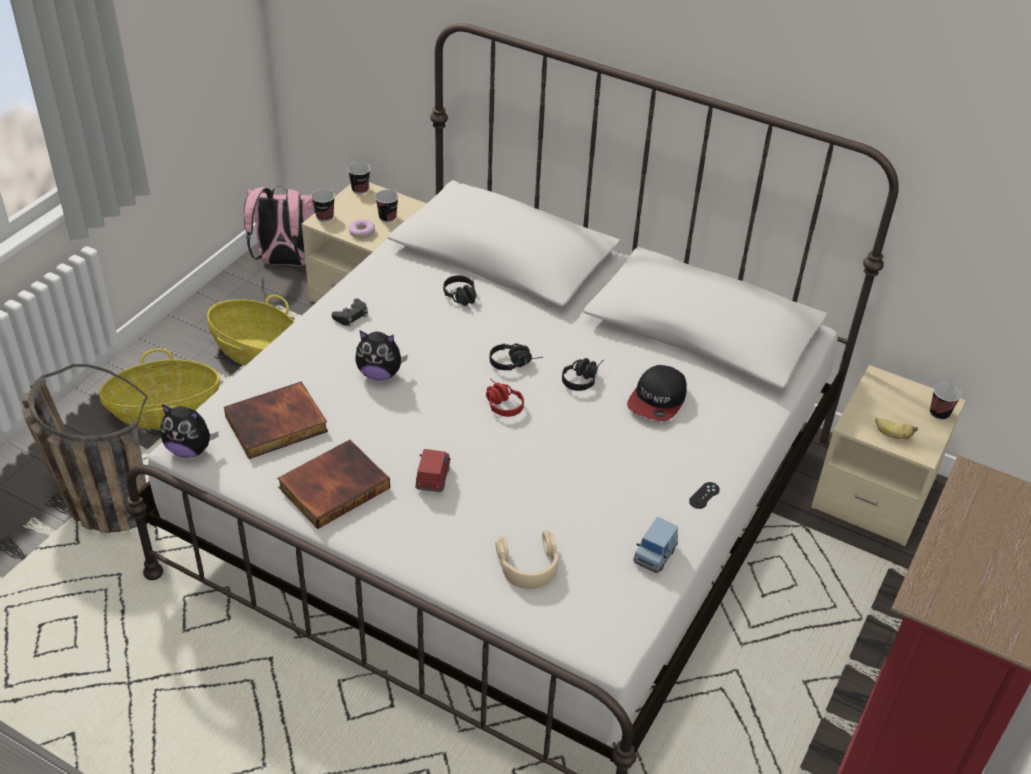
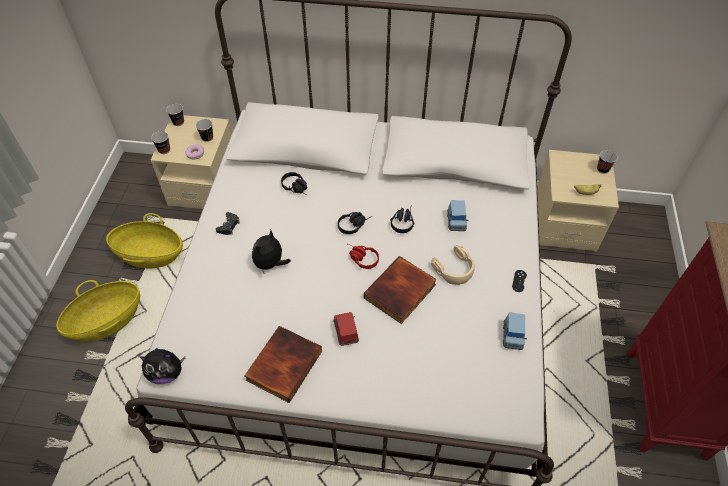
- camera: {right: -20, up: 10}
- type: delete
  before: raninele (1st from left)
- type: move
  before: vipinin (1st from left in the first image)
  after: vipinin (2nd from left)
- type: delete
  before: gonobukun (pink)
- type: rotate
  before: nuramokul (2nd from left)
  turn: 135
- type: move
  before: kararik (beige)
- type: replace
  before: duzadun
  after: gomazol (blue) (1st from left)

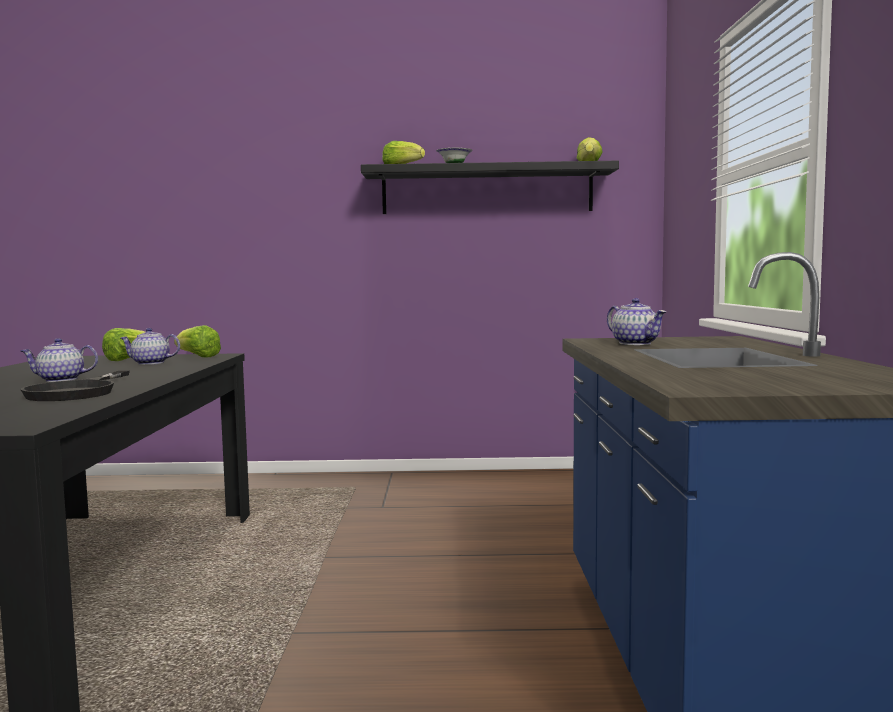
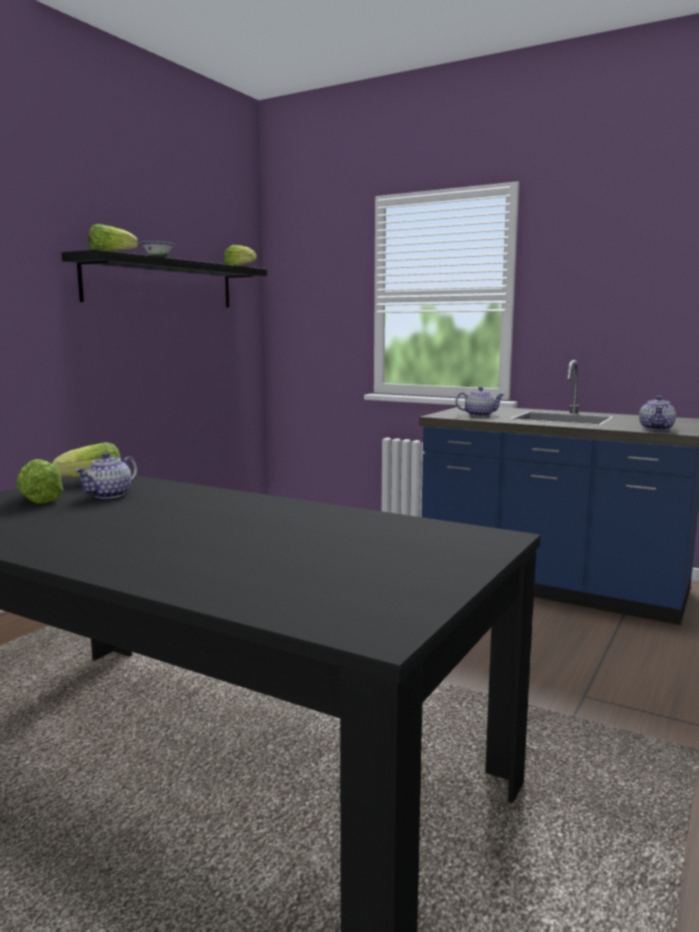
- camera: {right: -60, up: 5}
- type: move
  before: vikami (1st from left in the first image)
  after: vikami (3rd from left)
- type: delete
  before: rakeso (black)

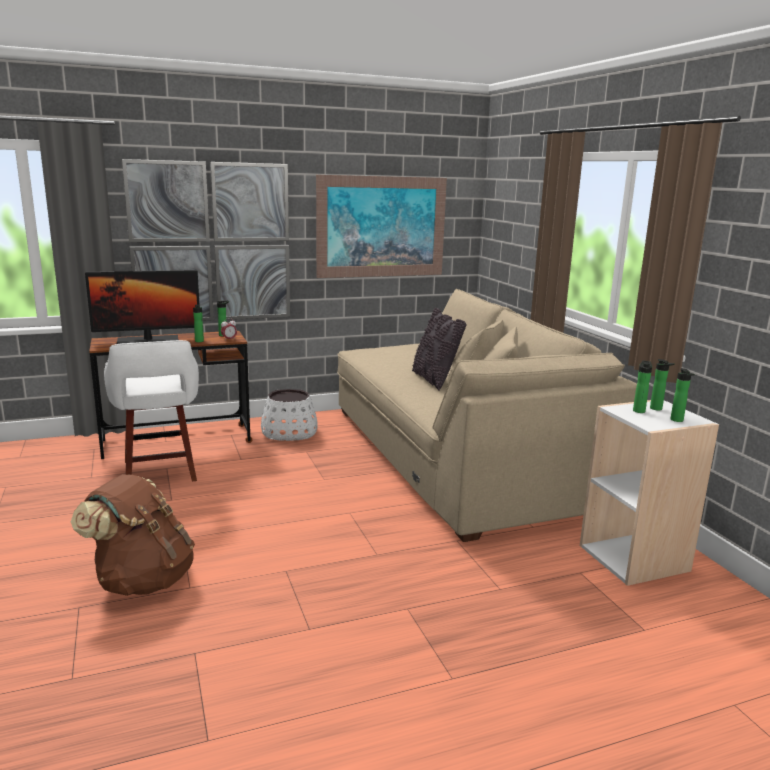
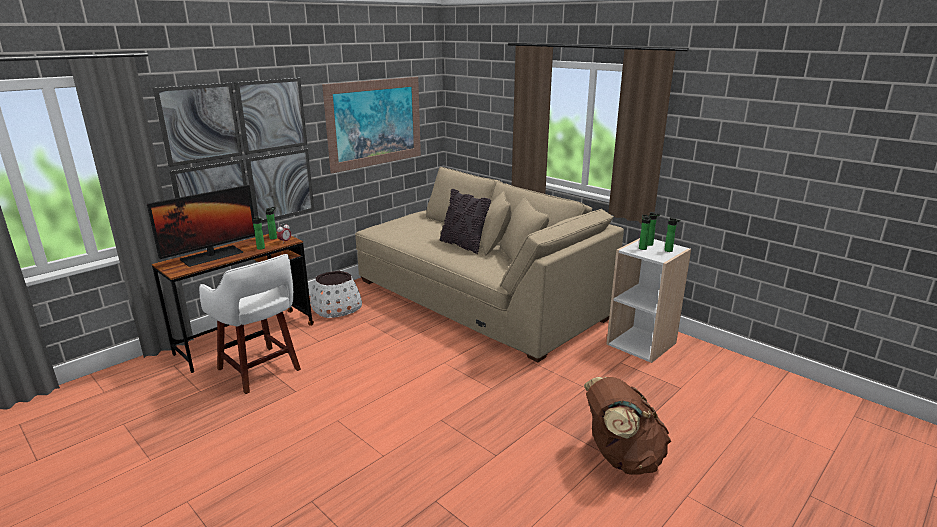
- camera: {right: -25, up: 5}
- type: move
  before: gonobukun (brown)

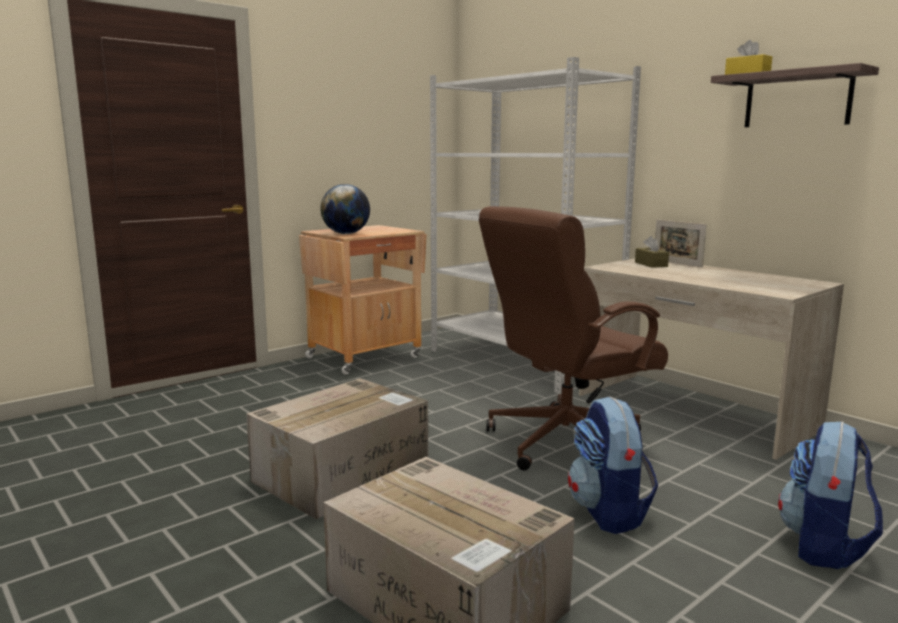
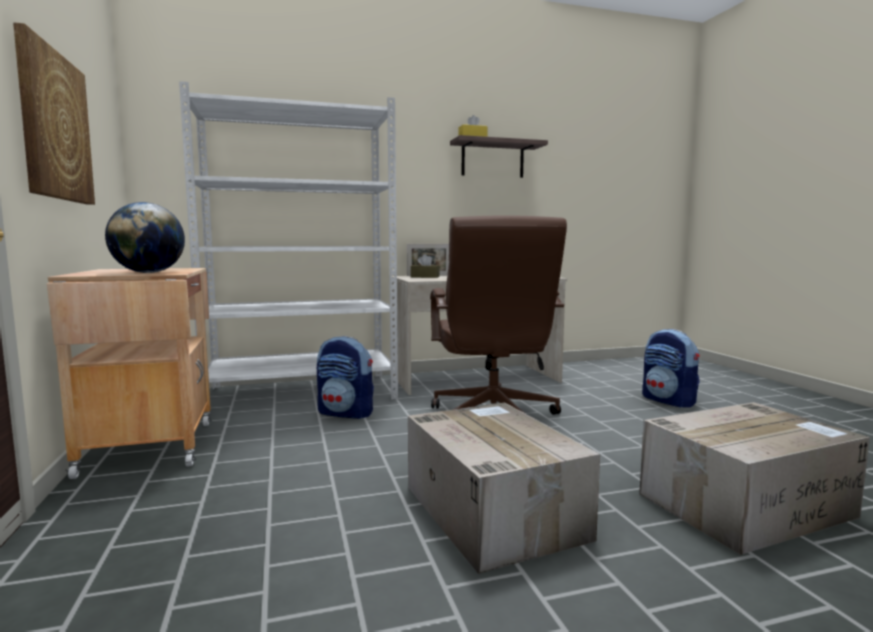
- camera: {right: -65, up: -5}
- type: move
  before: gonobukun (1st from left)
- type: insert
  after: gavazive

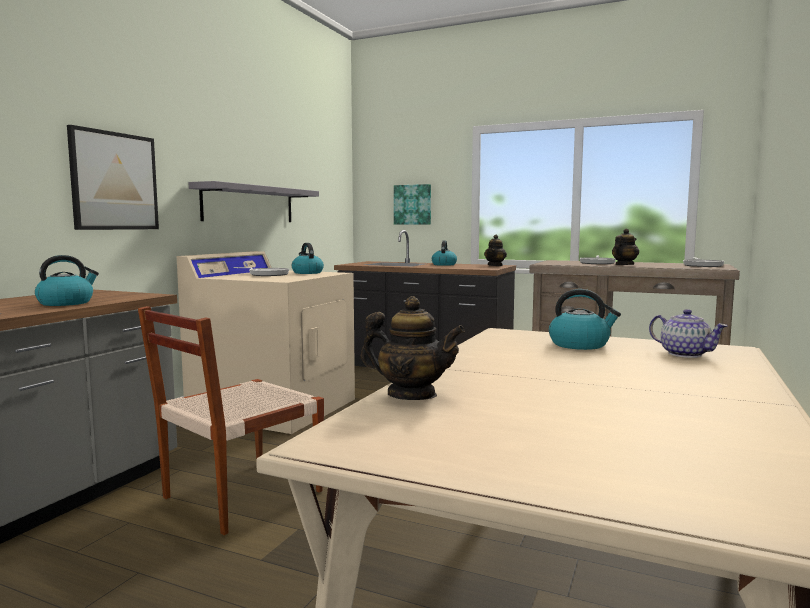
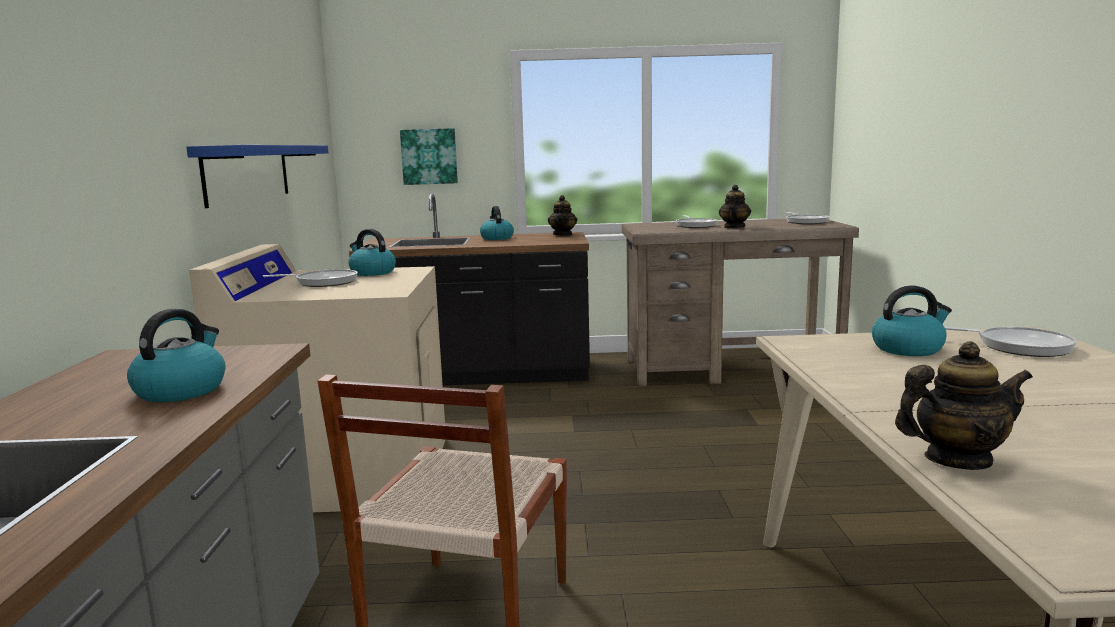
- camera: {right: -25, up: 5}
- type: delete
  before: gavazive (1st from left)
- type: recolor
  before: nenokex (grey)
  after: nenokex (blue)
- type: replace
  before: vikami (4th from left)
  after: rakeso (4th from left)

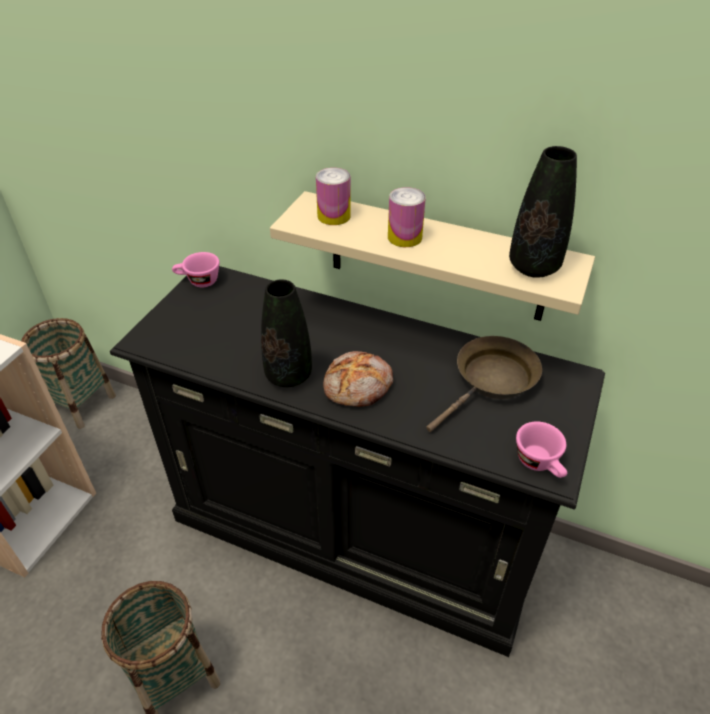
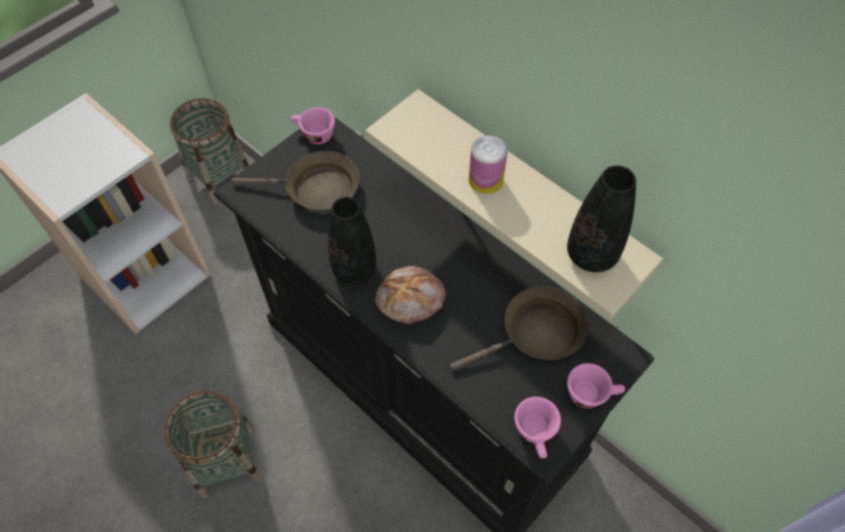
- camera: {right: 20, up: 15}
- type: delete
  before: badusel (1st from left)
- type: insert
  after: rakeso (brown) (1st from left)
- type: insert
  after: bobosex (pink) (3rd from left)

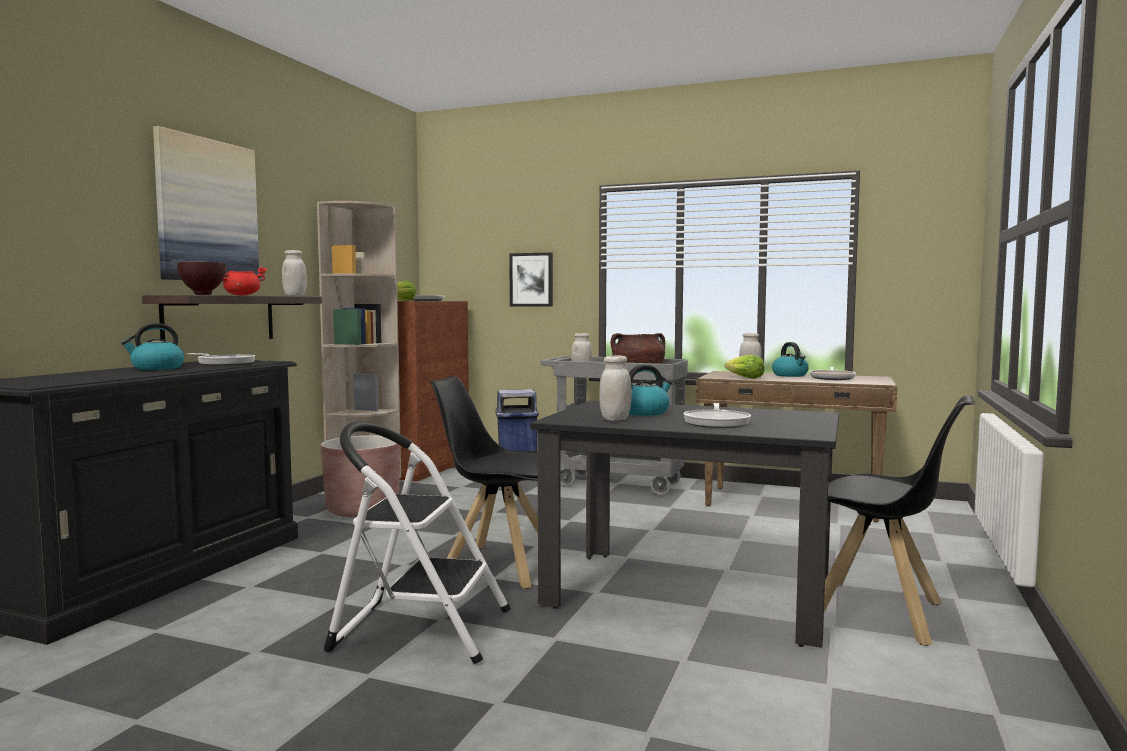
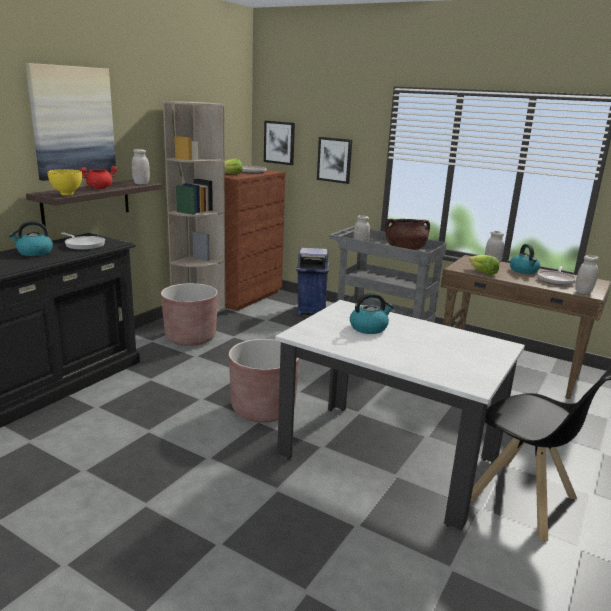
- camera: {right: 10, up: 15}
- type: recolor
  before: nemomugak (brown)
  after: nemomugak (yellow)
- type: delete
  before: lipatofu
- type: replace
  before: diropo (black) (1st from left)
  after: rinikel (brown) (2nd from left)
- type: recolor
  before: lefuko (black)
  after: lefuko (white)
- type: move
  before: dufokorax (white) (3rd from left in the first image)
  after: dufokorax (white) (4th from left)
- type: delete
  before: rakeso (3rd from left)
- type: insert
  after: gavazive (2nd from left)

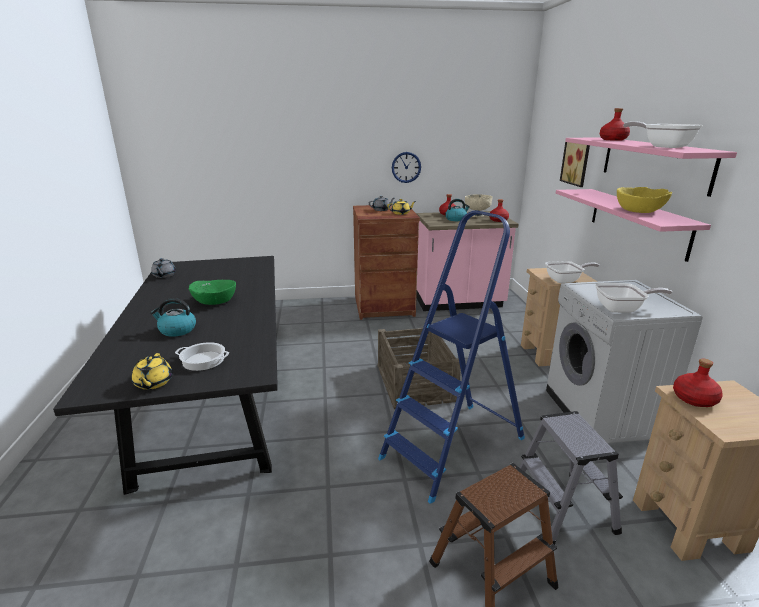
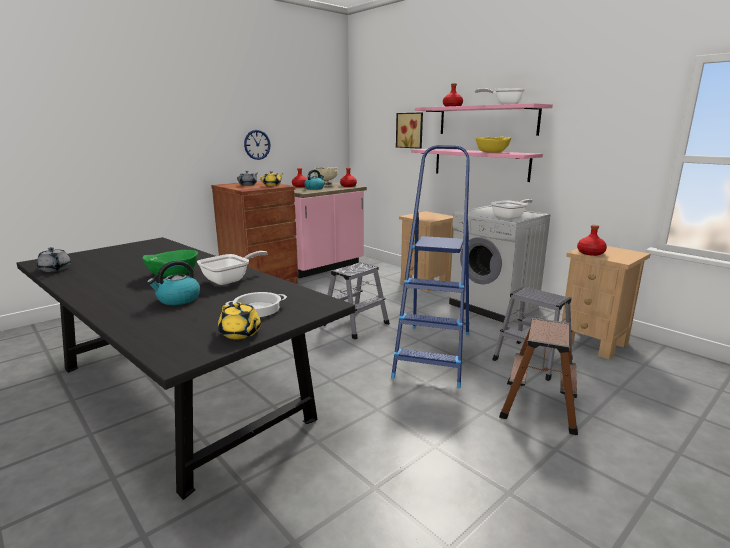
- camera: {right: -35, up: -5}
- type: replace
  before: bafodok
  after: lipatofu (grey) (1st from left)
- type: move
  before: rakeso (1st from left)

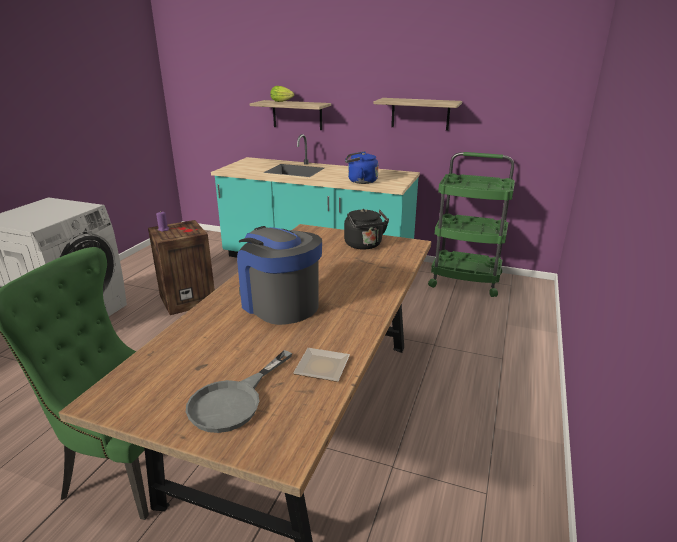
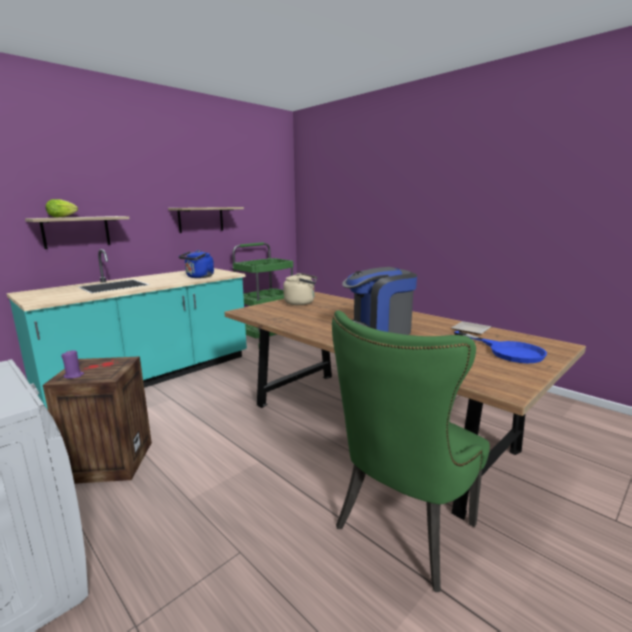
- camera: {right: -65, up: -10}
- type: recolor
  before: rakeso (grey)
  after: rakeso (blue)
- type: recolor
  before: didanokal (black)
  after: didanokal (beige)

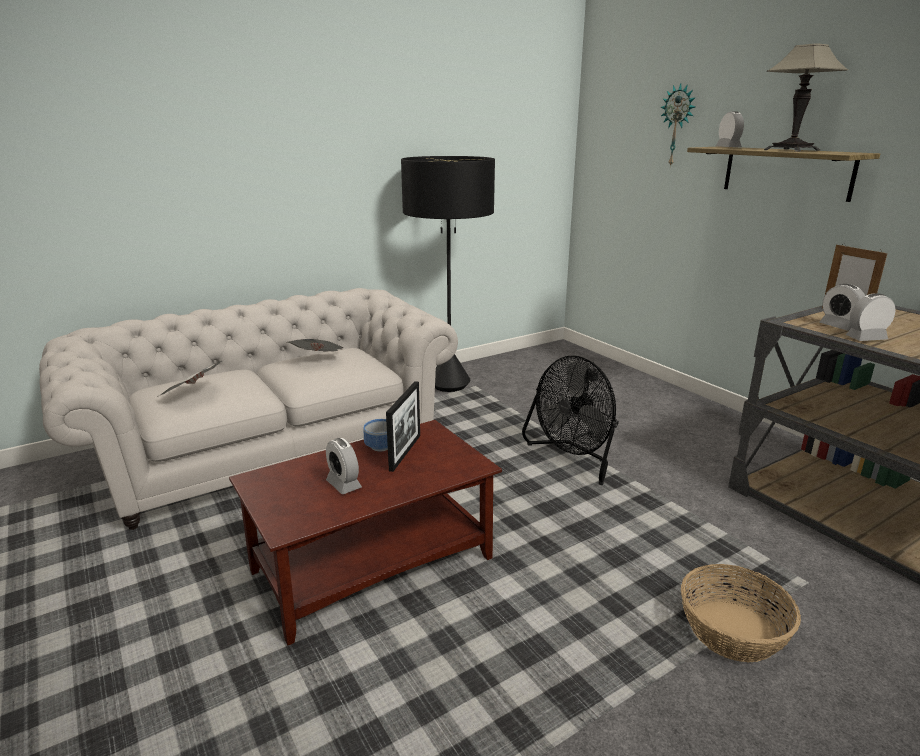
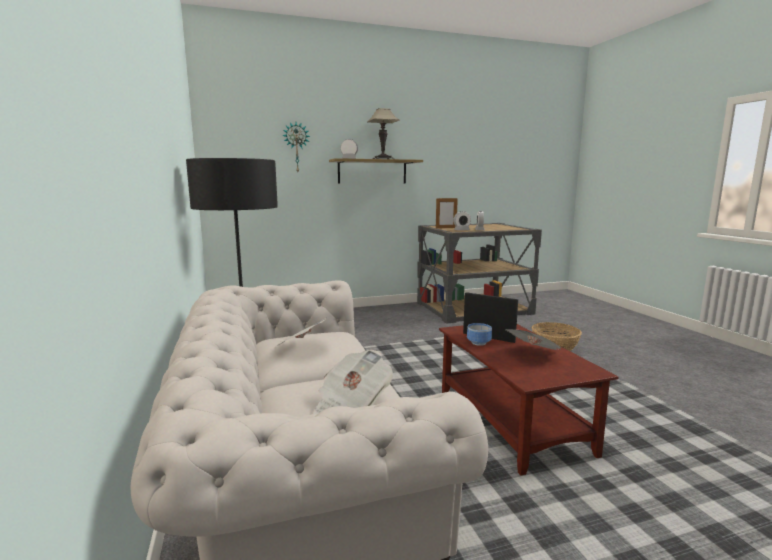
- camera: {right: -75, up: -10}
- type: replace
  before: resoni (1st from left)
  after: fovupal (3rd from left)
- type: delete
  before: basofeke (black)

